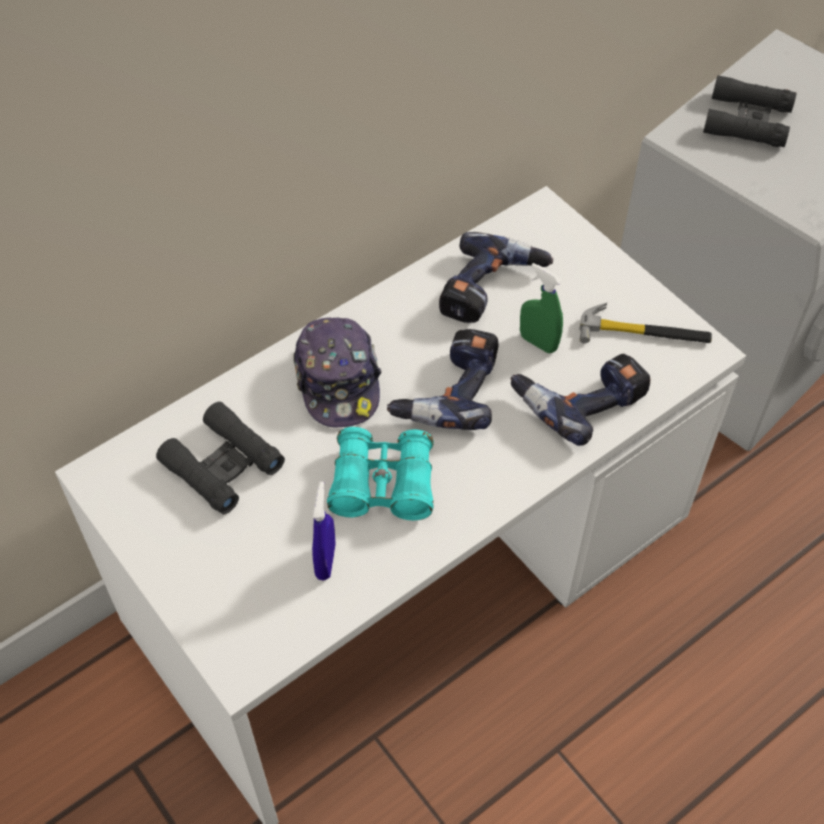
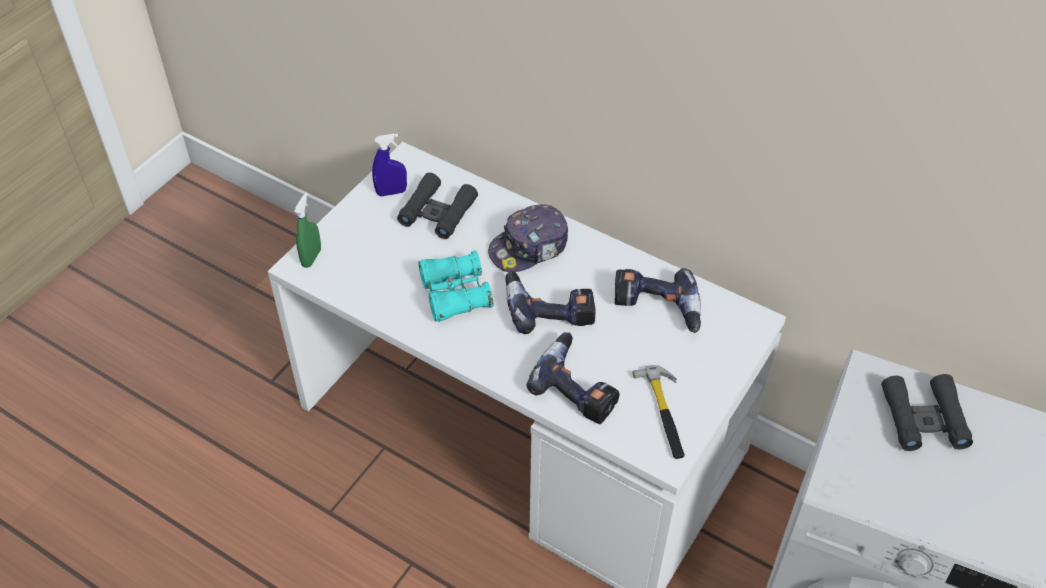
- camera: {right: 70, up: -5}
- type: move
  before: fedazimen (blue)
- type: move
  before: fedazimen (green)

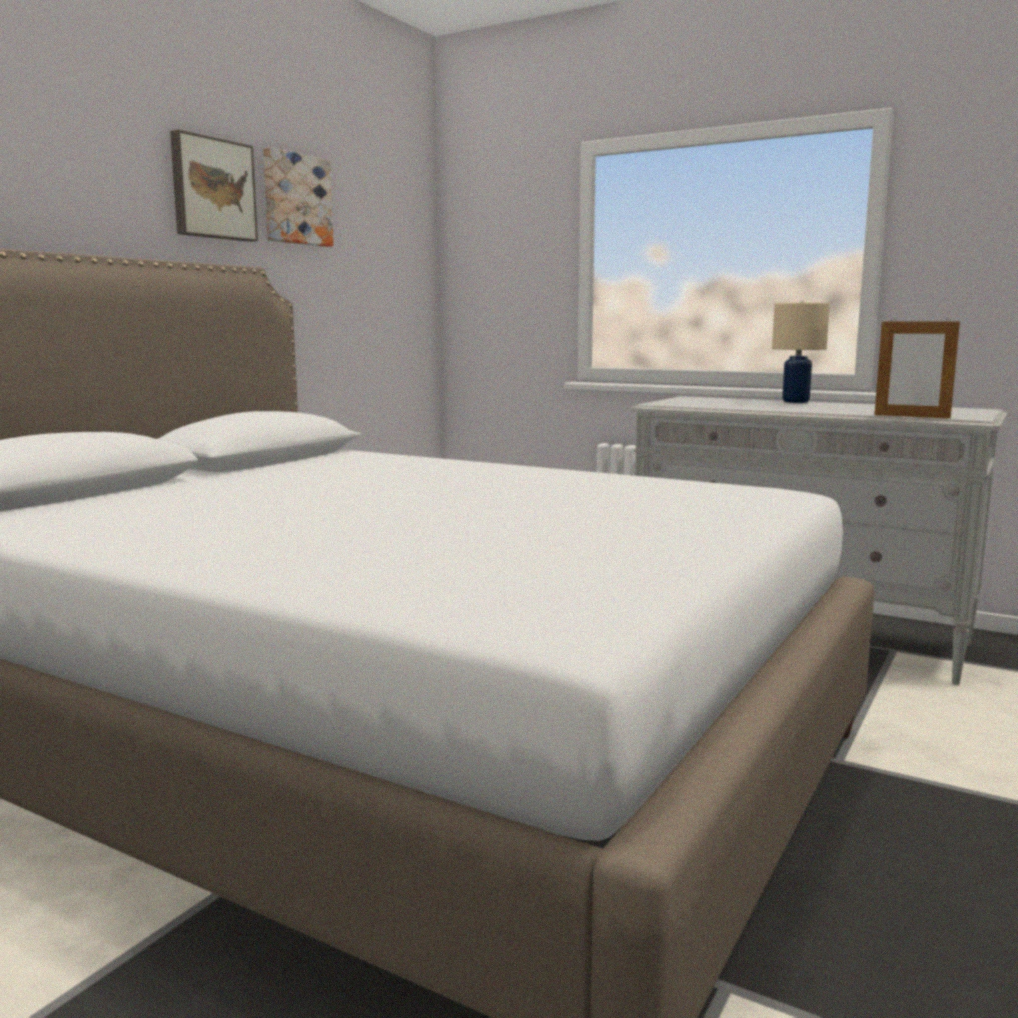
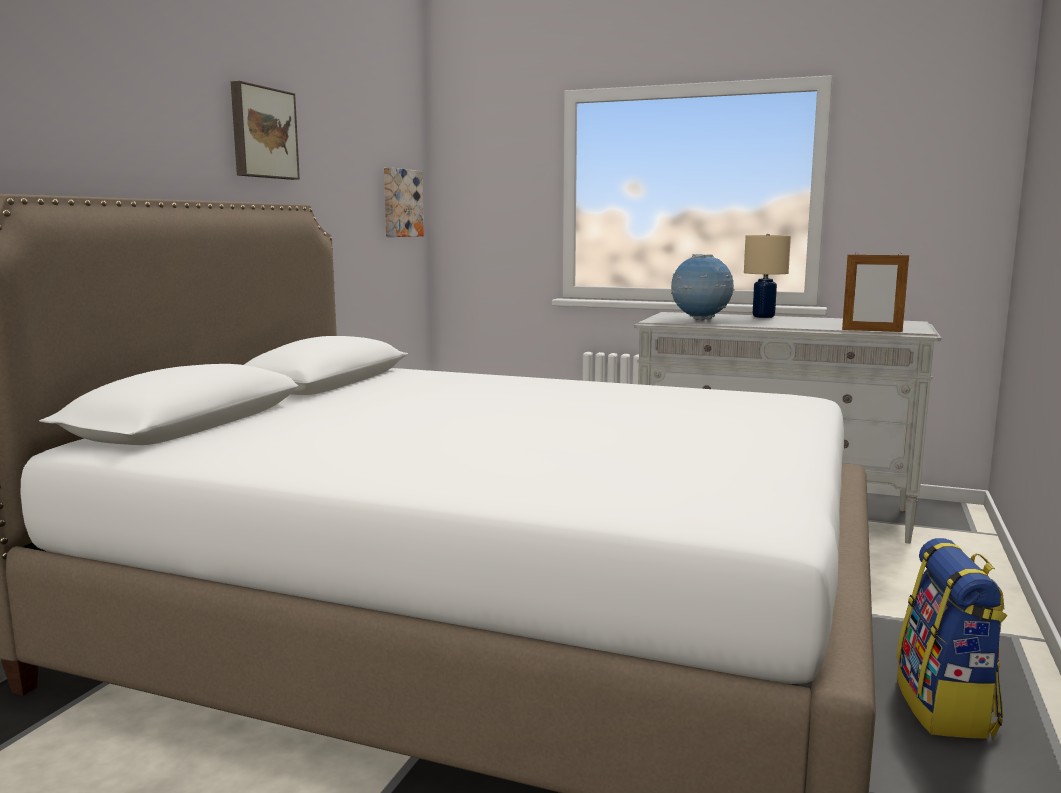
- camera: {right: -10, up: 0}
- type: move
  before: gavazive (2nd from left)
- type: insert
  after: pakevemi
- type: insert
  after: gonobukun

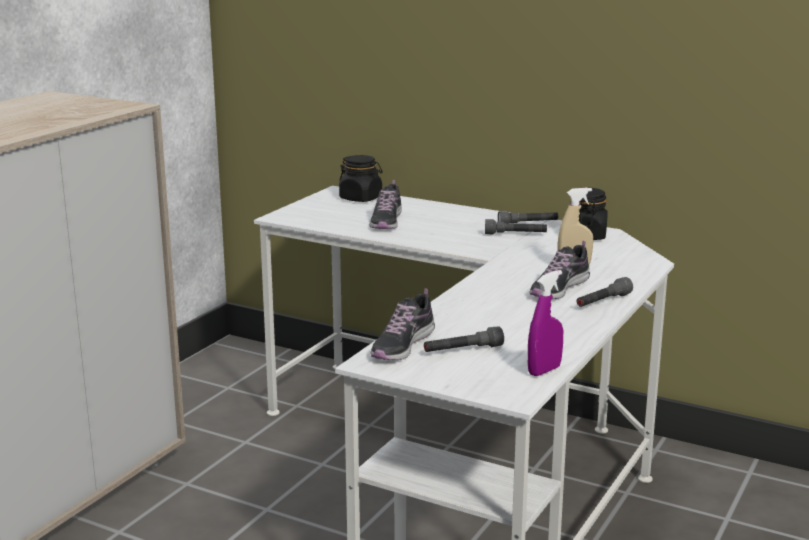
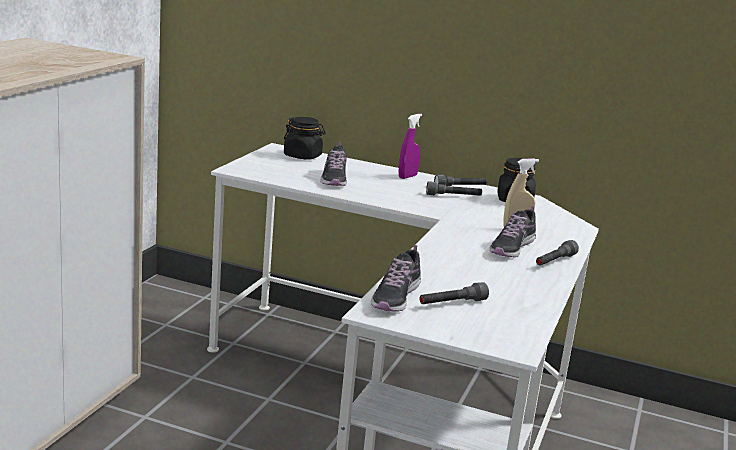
- camera: {right: -10, up: 0}
- type: move
  before: fedazimen (purple)

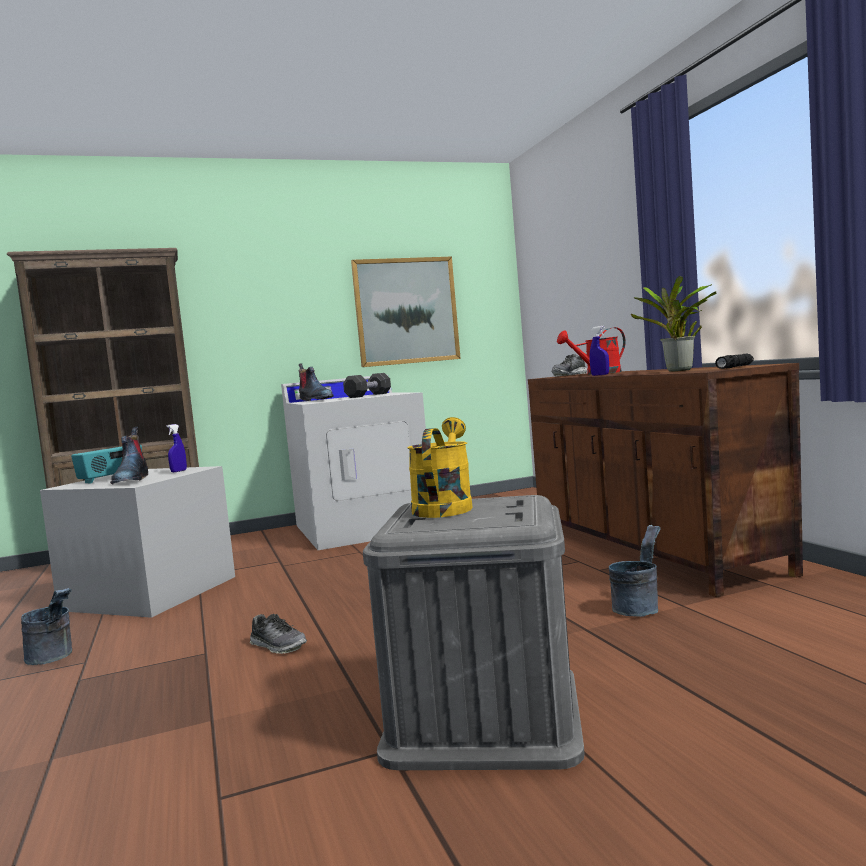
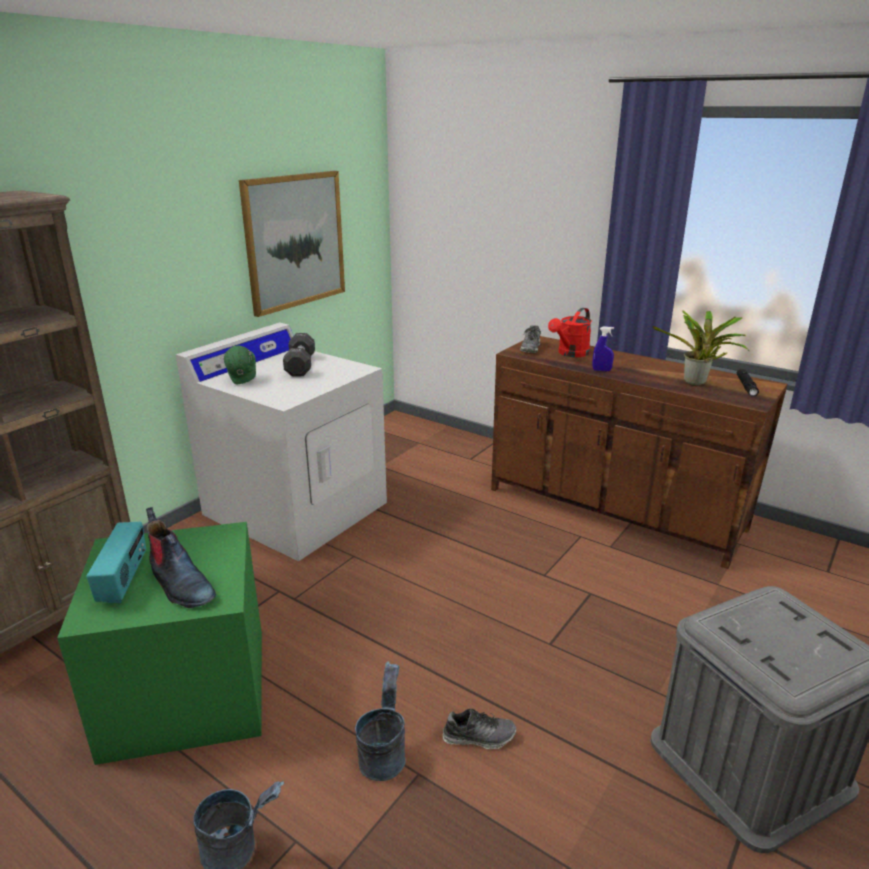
- camera: {right: -35, up: 20}
- type: recolor
  before: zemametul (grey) (1st from left)
  after: zemametul (green)
- type: delete
  before: fedazimen (blue) (1st from left)
- type: replace
  before: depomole (2nd from left)
  after: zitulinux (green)
- type: delete
  before: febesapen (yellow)
- type: move
  before: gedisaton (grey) (2nd from left)

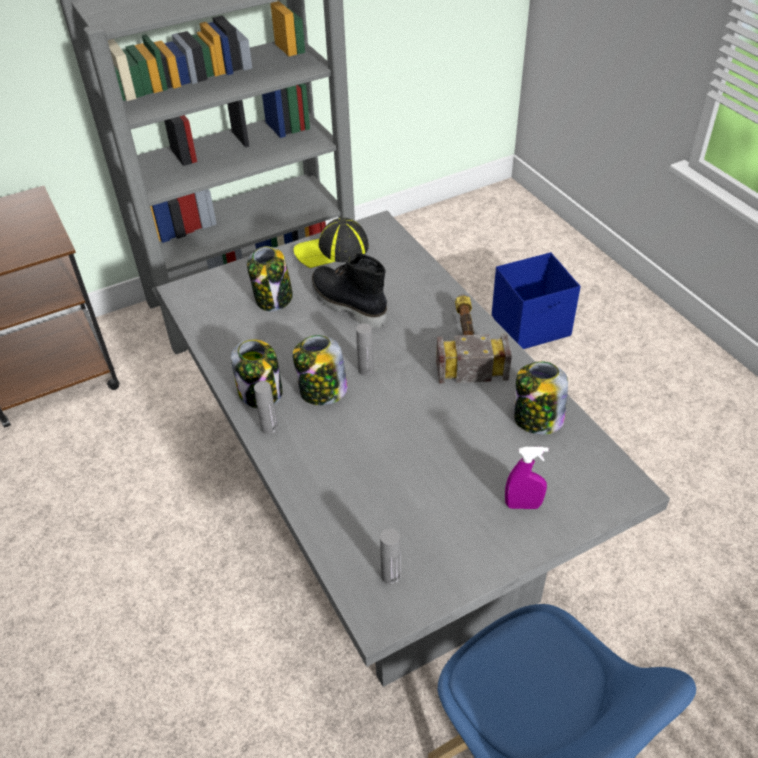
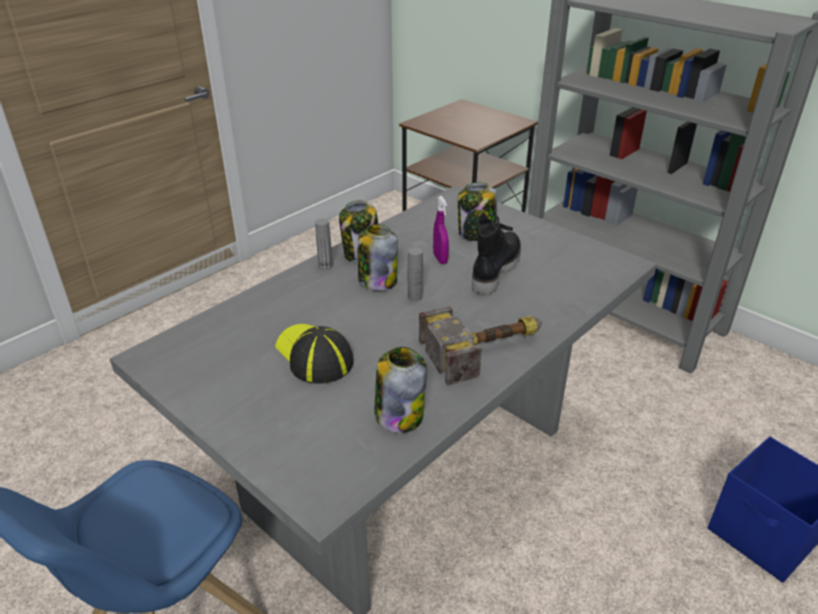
- camera: {right: 70, up: -10}
- type: move
  before: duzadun
- type: delete
  before: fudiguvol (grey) (3rd from left)
- type: move
  before: fedazimen (purple)

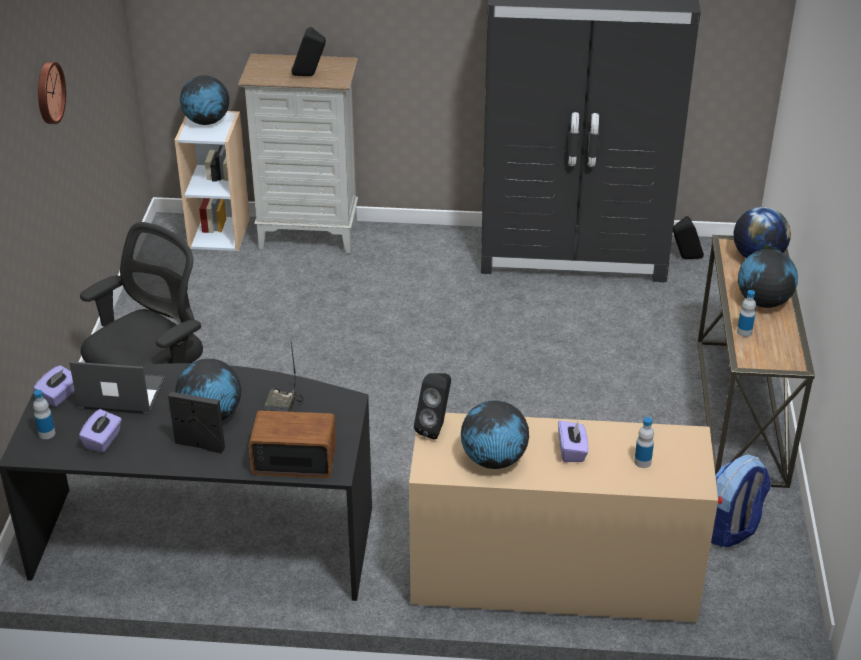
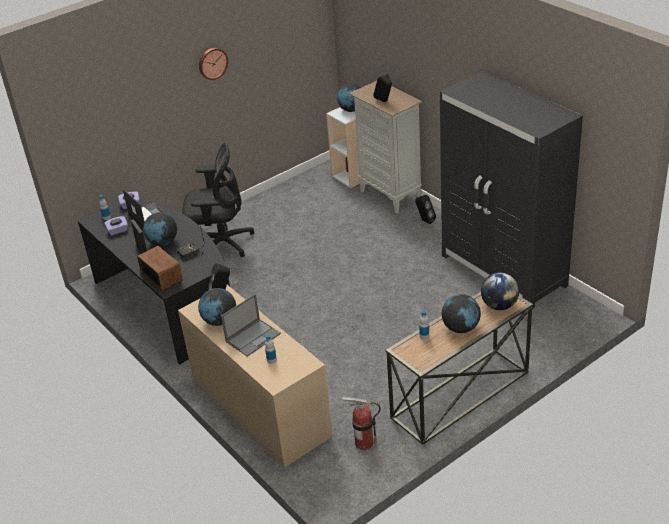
- camera: {right: 50, up: 0}
- type: replace
  before: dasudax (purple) (3rd from left)
  after: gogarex (2nd from left)
- type: move
  before: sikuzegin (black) (3rd from left)
- type: replace
  before: gonobukun
  after: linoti

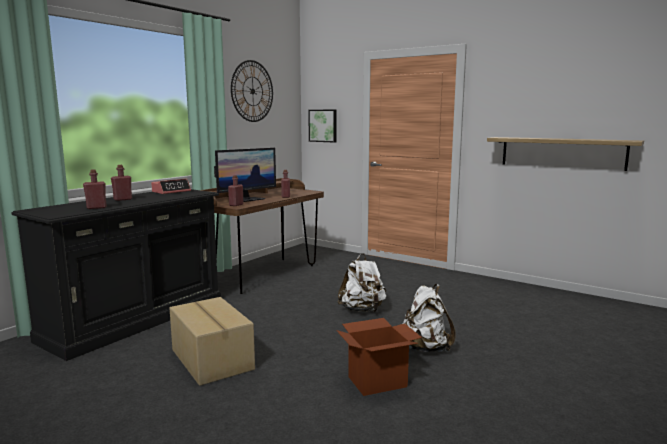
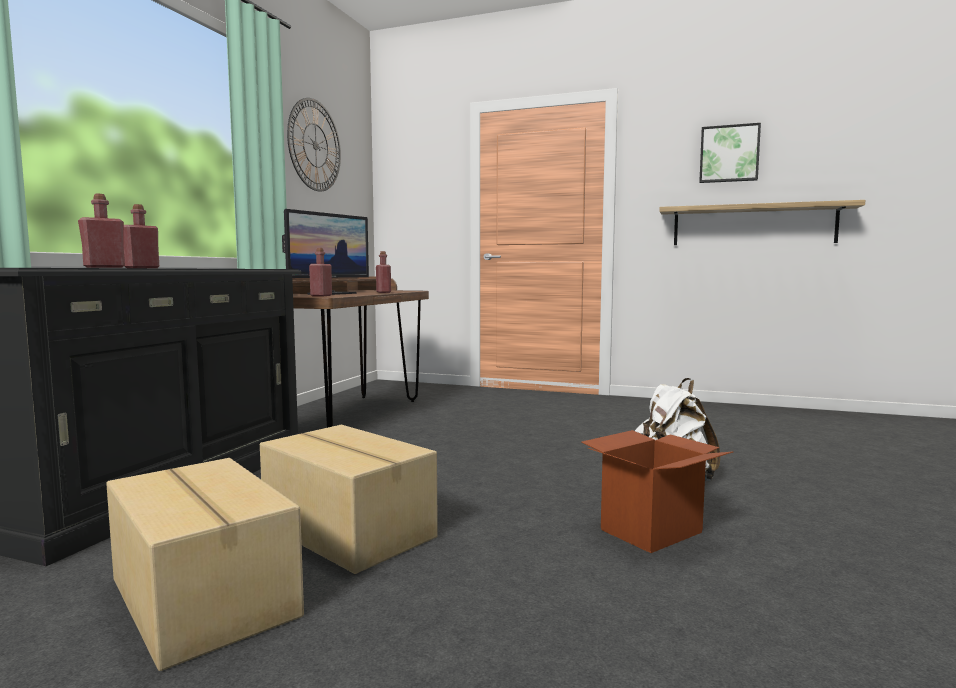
- camera: {right: -15, up: -5}
- type: delete
  before: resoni
- type: move
  before: gavazive
- type: delete
  before: gonobukun (white) (1st from left)
- type: insert
  after: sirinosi (1st from left)

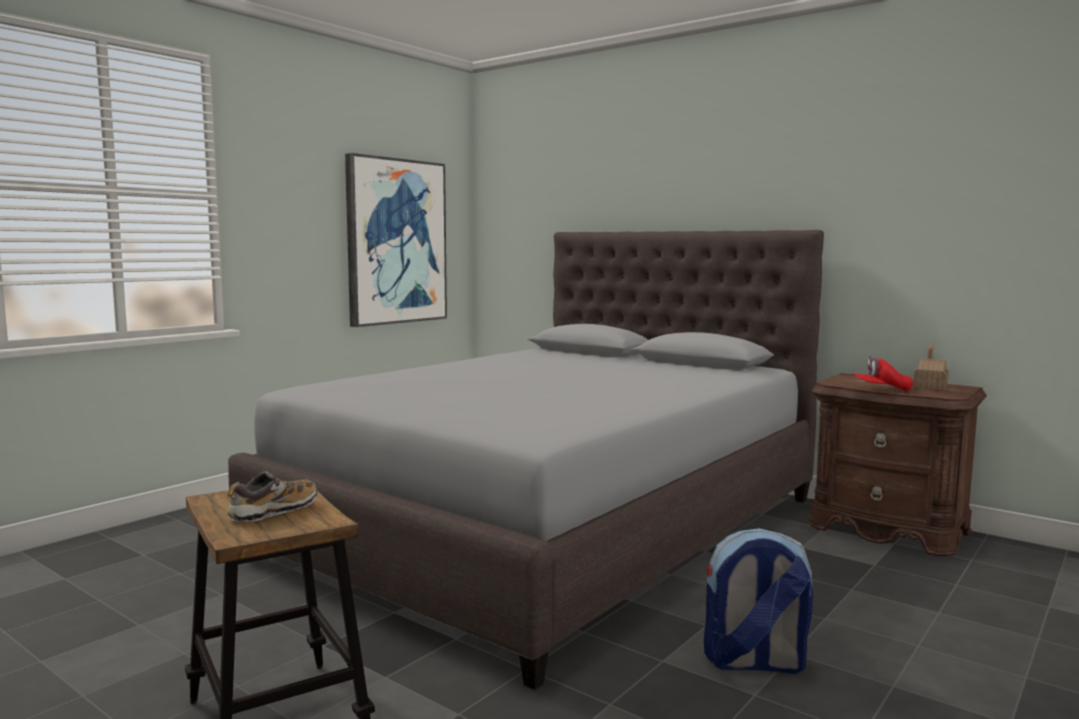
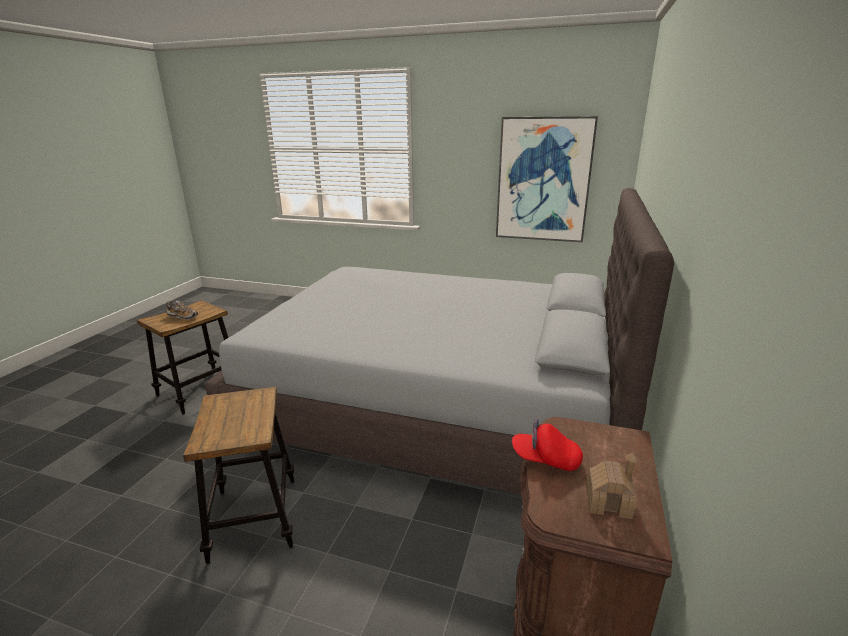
- camera: {right: 70, up: 15}
- type: replace
  before: gonobukun
  after: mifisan (2nd from left)
- type: rotate
  before: duzadun (red)
  turn: -60

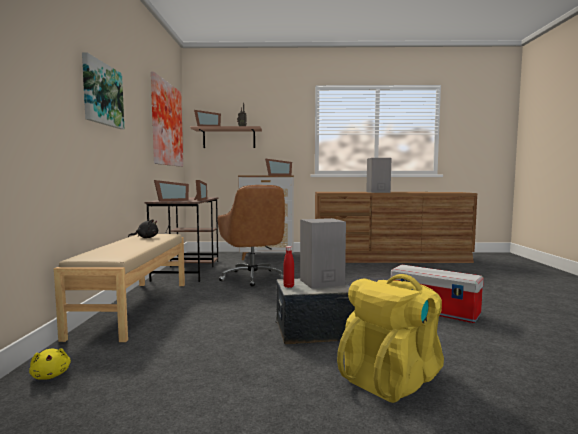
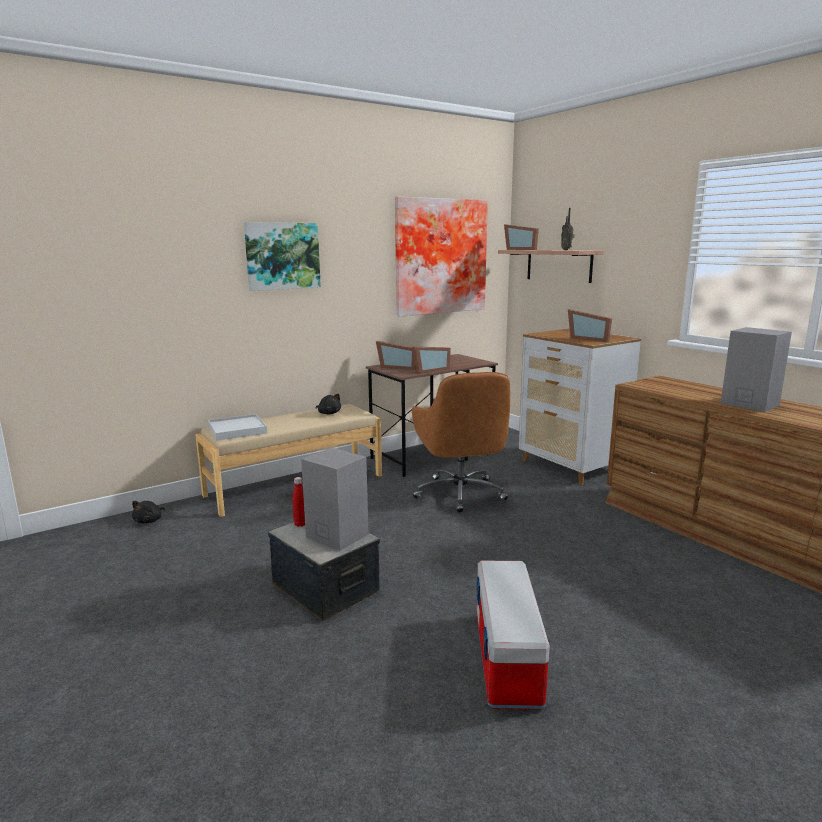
- camera: {right: 55, up: 10}
- type: recolor
  before: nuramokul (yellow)
  after: nuramokul (black) (1st from left)
- type: rotate
  before: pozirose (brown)
  turn: -45
- type: delete
  before: gonobukun (yellow)
- type: insert
  after: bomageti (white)

